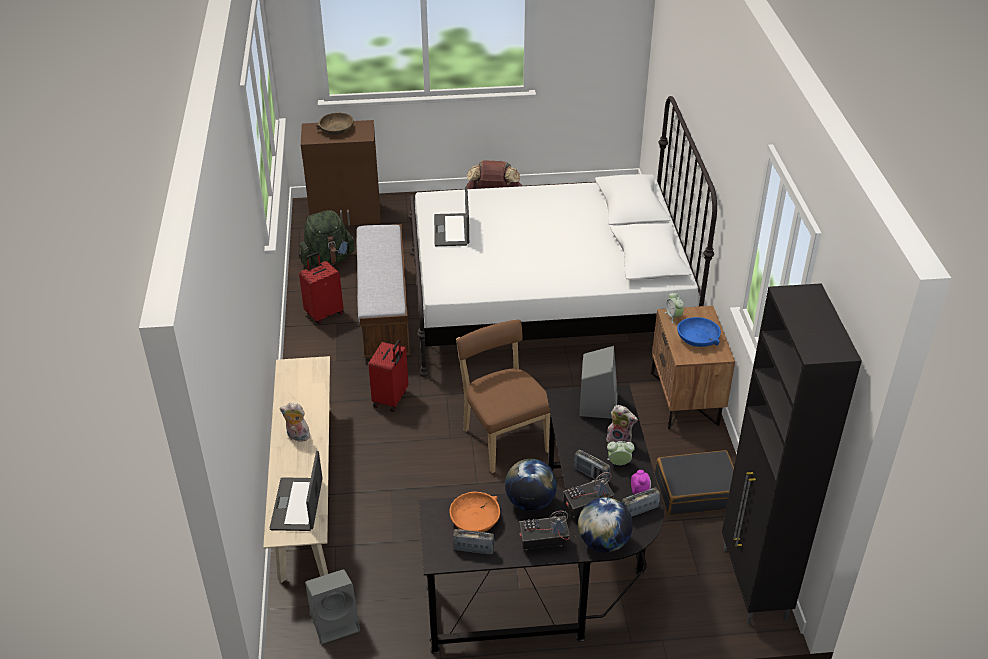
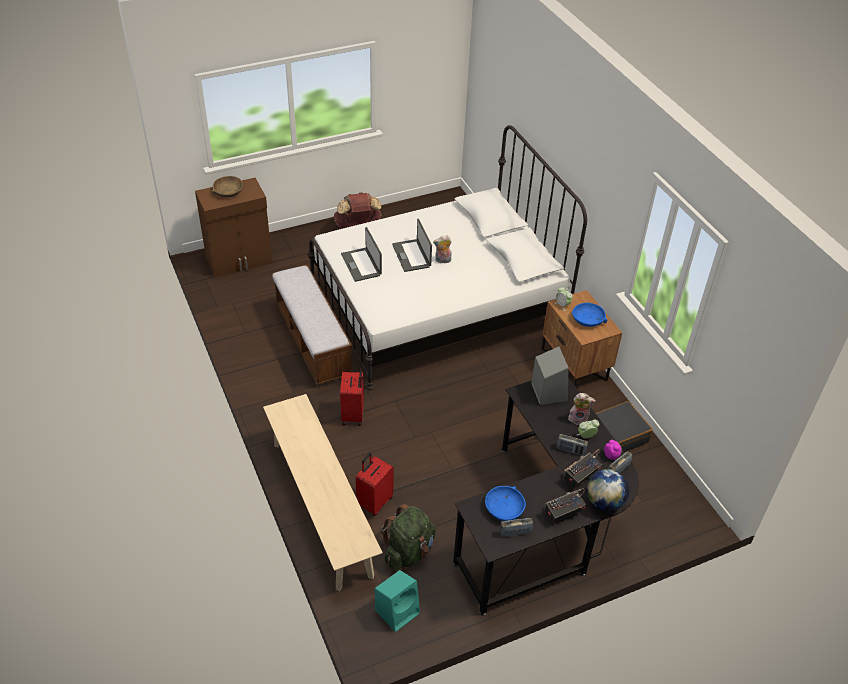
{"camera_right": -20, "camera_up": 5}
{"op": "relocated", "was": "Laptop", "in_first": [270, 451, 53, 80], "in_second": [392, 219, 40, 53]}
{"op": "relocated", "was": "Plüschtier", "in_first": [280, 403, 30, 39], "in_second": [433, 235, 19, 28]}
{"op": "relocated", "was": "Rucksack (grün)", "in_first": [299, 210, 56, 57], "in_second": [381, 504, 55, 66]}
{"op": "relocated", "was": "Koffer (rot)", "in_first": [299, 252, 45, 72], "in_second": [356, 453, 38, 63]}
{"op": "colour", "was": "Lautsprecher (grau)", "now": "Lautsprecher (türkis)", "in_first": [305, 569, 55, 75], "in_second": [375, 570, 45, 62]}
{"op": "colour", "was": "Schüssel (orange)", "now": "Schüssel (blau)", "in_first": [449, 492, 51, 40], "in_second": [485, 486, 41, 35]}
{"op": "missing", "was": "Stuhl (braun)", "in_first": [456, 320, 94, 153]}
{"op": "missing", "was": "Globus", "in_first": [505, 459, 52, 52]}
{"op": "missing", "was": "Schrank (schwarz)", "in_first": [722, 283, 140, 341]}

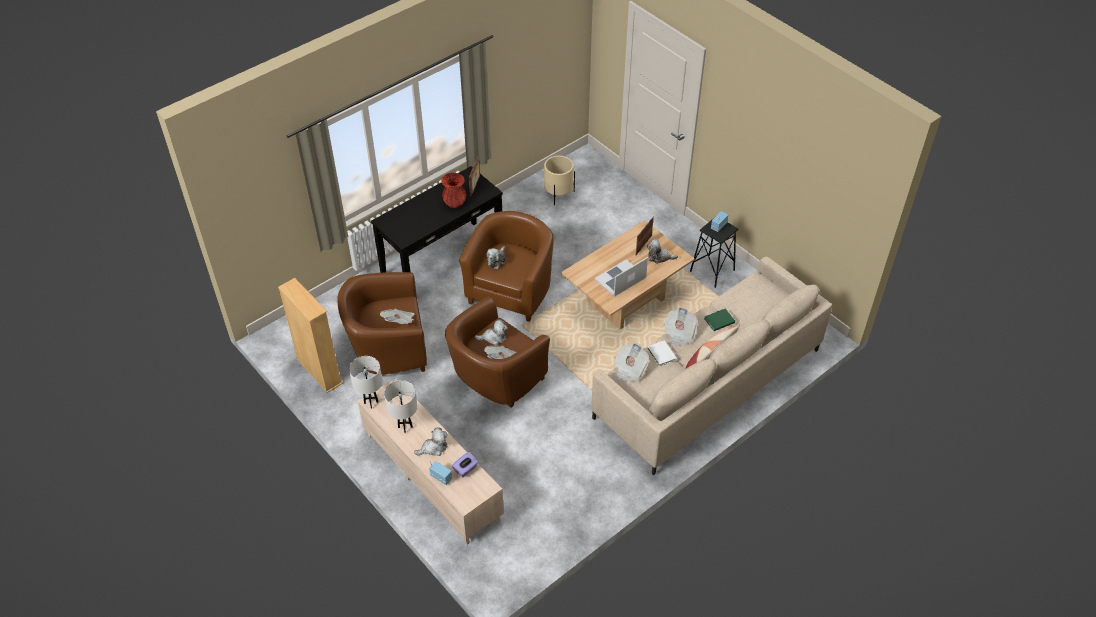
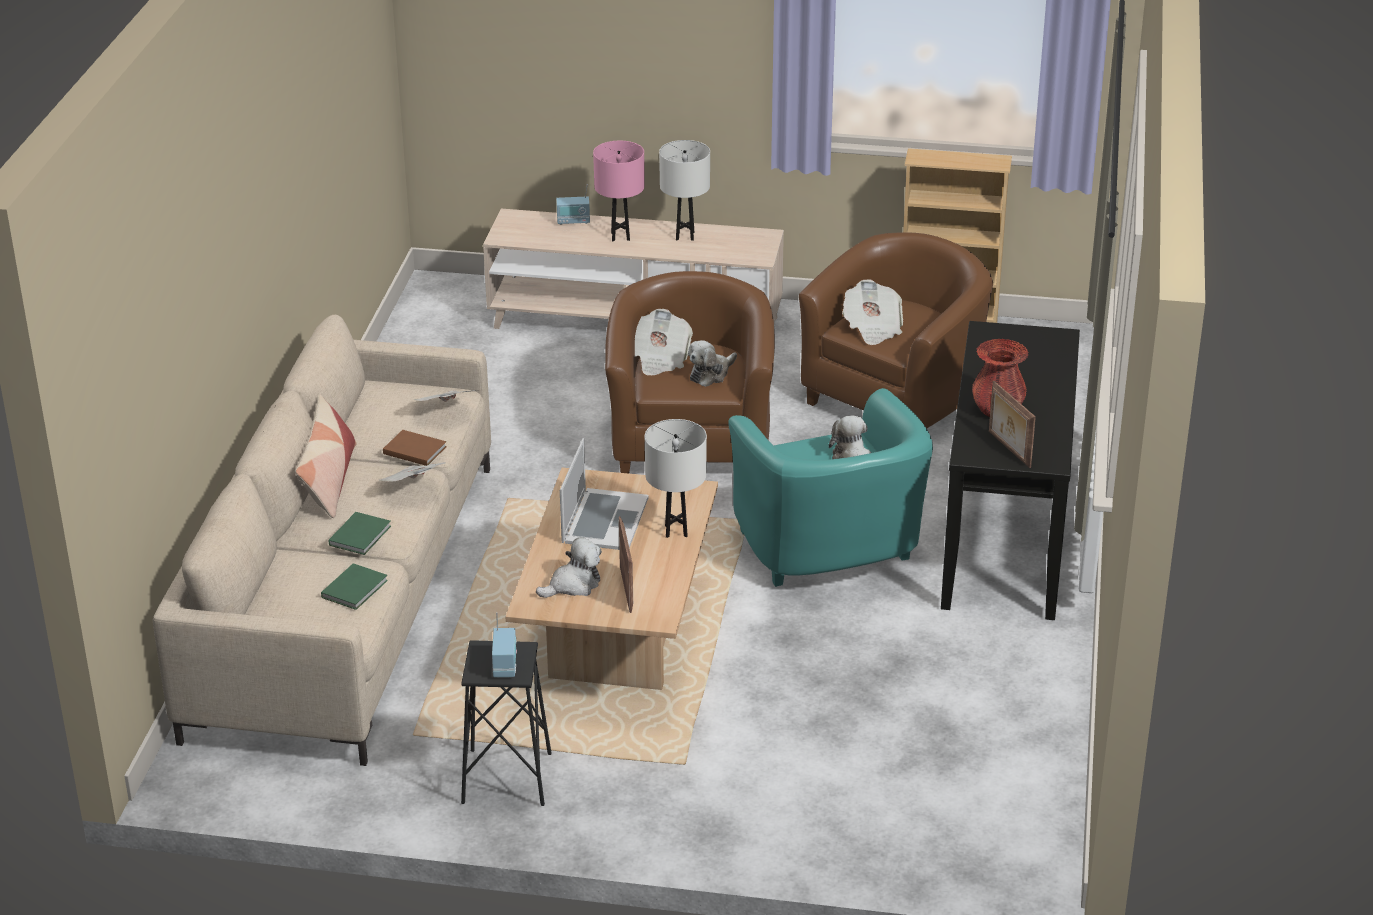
{"camera_right": 140, "camera_up": -15}
{"op": "relocated", "was": "Tischlampe (weiß)", "in_first": [349, 356, 33, 52], "in_second": [645, 419, 62, 119]}
{"op": "exchanged", "was": "Plüschtier", "now": "Tischlampe (rosa)", "in_first": [414, 427, 34, 29], "in_second": [593, 141, 52, 100]}
{"op": "missing", "was": "Taschentuchbox (lila)", "in_first": [452, 452, 26, 25]}
{"op": "colour", "was": "Sessel (braun)", "now": "Sessel (türkis)", "in_first": [459, 211, 95, 111], "in_second": [728, 388, 205, 199]}
{"op": "missing", "was": "Pflanzkübel (beige)", "in_first": [544, 156, 31, 49]}
{"op": "colour", "was": "Buch (weiß)", "now": "Buch (braun)", "in_first": [648, 340, 29, 26], "in_second": [383, 430, 64, 36]}
{"op": "appeared", "now": "Buch (grün)", "in_second": [321, 563, 67, 47]}

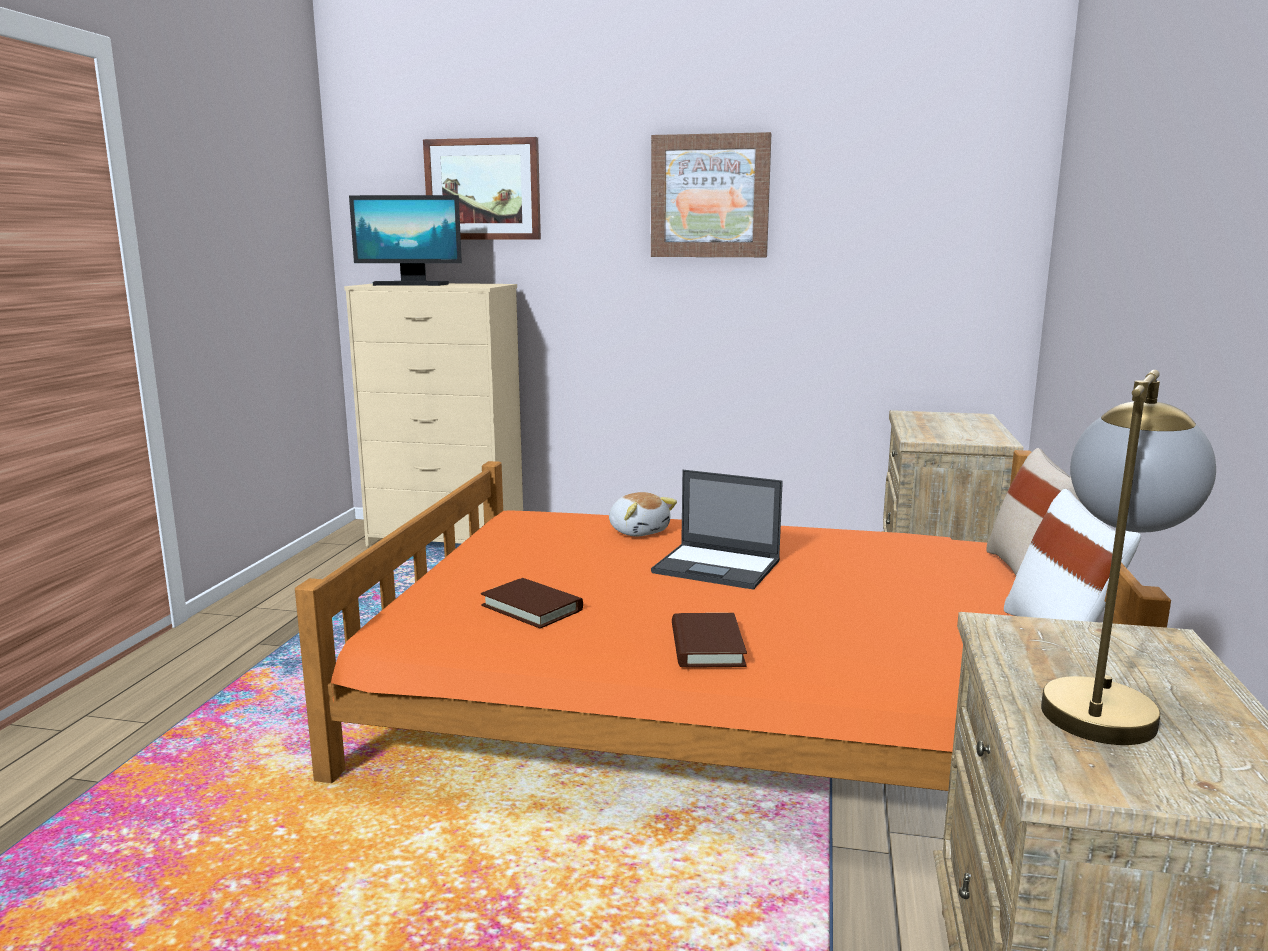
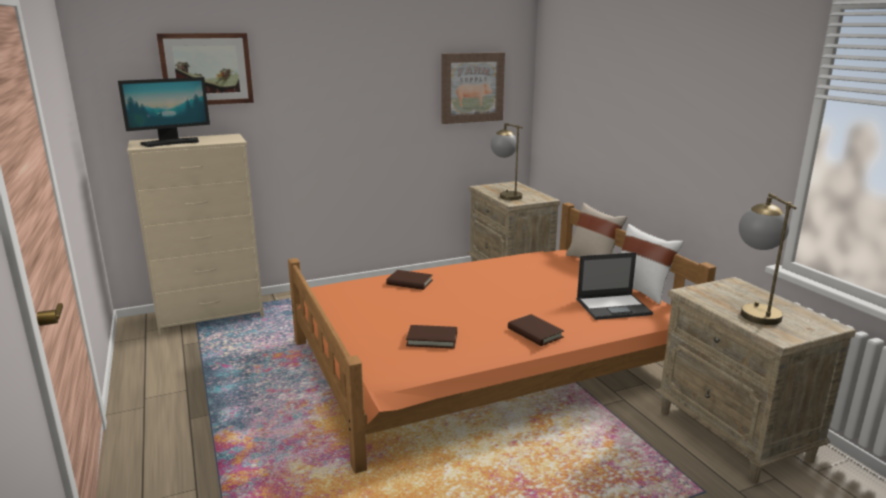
{"camera_right": -35, "camera_up": 5}
{"op": "exchanged", "was": "Plüschtier", "now": "Buch (braun)", "in_first": [609, 492, 68, 44], "in_second": [386, 270, 47, 20]}
{"op": "relocated", "was": "Bild", "in_first": [651, 132, 120, 125], "in_second": [441, 52, 64, 72]}
{"op": "relocated", "was": "Laptop", "in_first": [651, 470, 132, 120], "in_second": [577, 252, 76, 68]}
{"op": "appeared", "now": "Tischlampe", "in_second": [491, 123, 32, 77]}

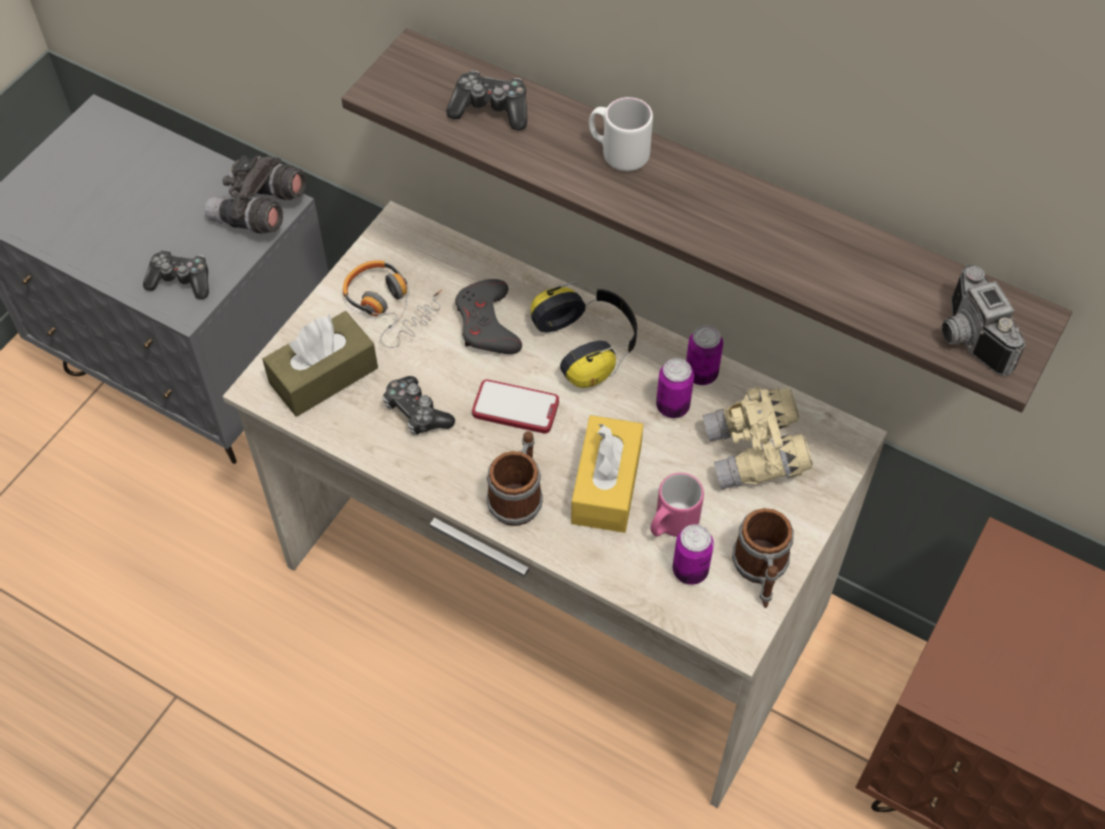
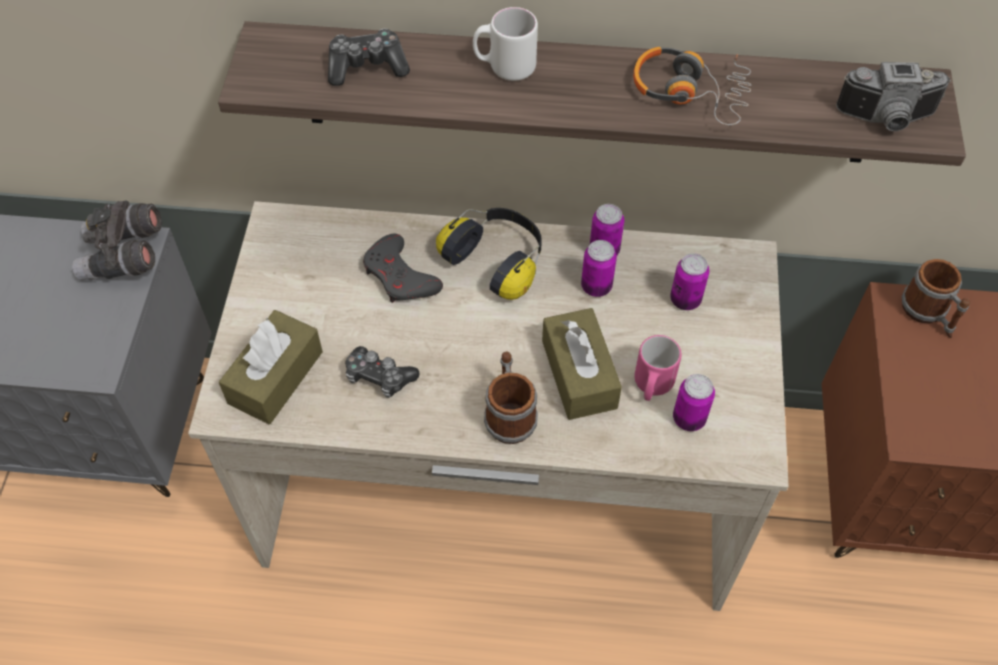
{"camera_right": -25, "camera_up": 0}
{"op": "missing", "was": "Gamepad", "in_first": [143, 250, 66, 49]}
{"op": "relocated", "was": "Kopfhörer", "in_first": [343, 260, 99, 88], "in_second": [633, 47, 118, 78]}
{"op": "missing", "was": "Handy", "in_first": [472, 379, 87, 55]}
{"op": "colour", "was": "Taschentuchbox (gelb)", "now": "Taschentuchbox (braun)", "in_first": [571, 415, 72, 118], "in_second": [542, 308, 80, 112]}
{"op": "exchanged", "was": "Fernglas (beige)", "now": "Dose", "in_first": [703, 386, 110, 103], "in_second": [670, 253, 39, 57]}
{"op": "relocated", "was": "Henkelbecher", "in_first": [732, 508, 62, 100], "in_second": [902, 259, 68, 79]}
{"op": "spun", "was": "Kamera", "in_first": [942, 264, 83, 112], "in_second": [836, 62, 115, 69], "clockwise": -45}

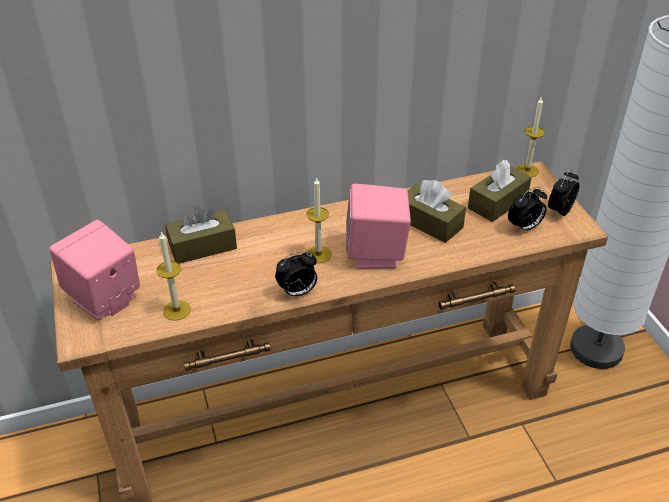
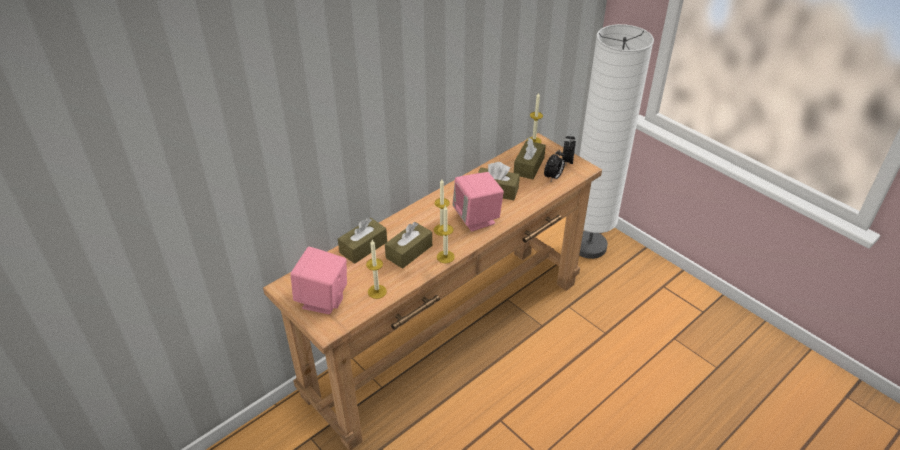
{"camera_right": -25, "camera_up": 0}
{"op": "exchanged", "was": "Wecker", "now": "Kerze", "in_first": [275, 251, 42, 47], "in_second": [437, 205, 18, 58]}
{"op": "appeared", "now": "Taschentuchbox (braun)", "in_second": [385, 222, 47, 47]}

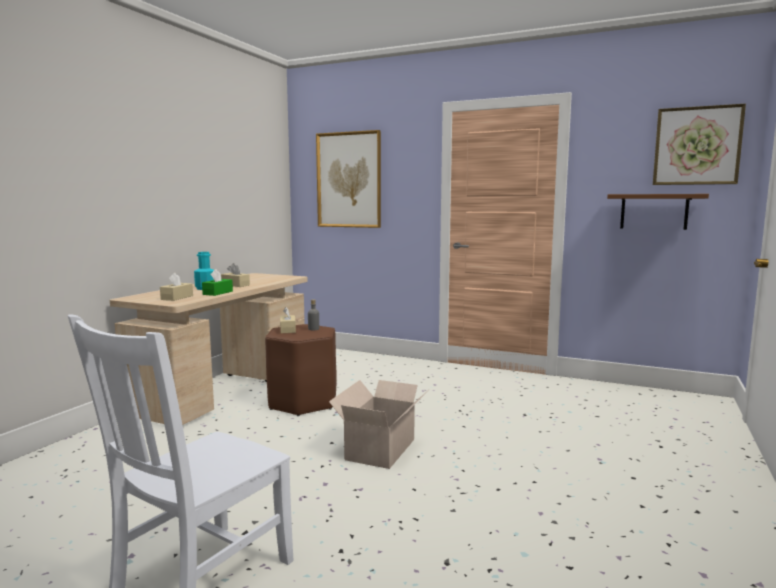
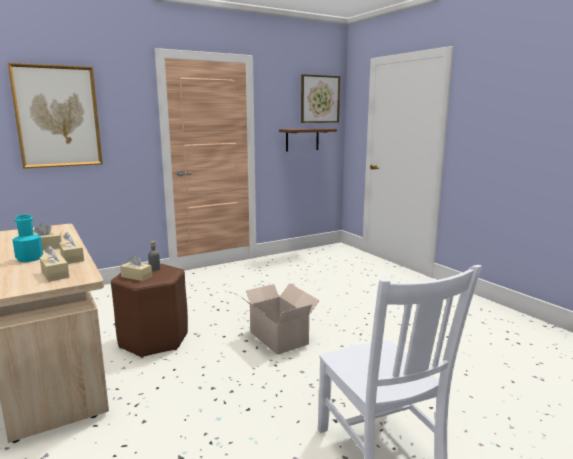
{"camera_right": -55, "camera_up": 5}
{"op": "colour", "was": "Taschentuchbox (grün)", "now": "Taschentuchbox (beige)", "in_first": [202, 269, 31, 27], "in_second": [59, 232, 25, 32]}

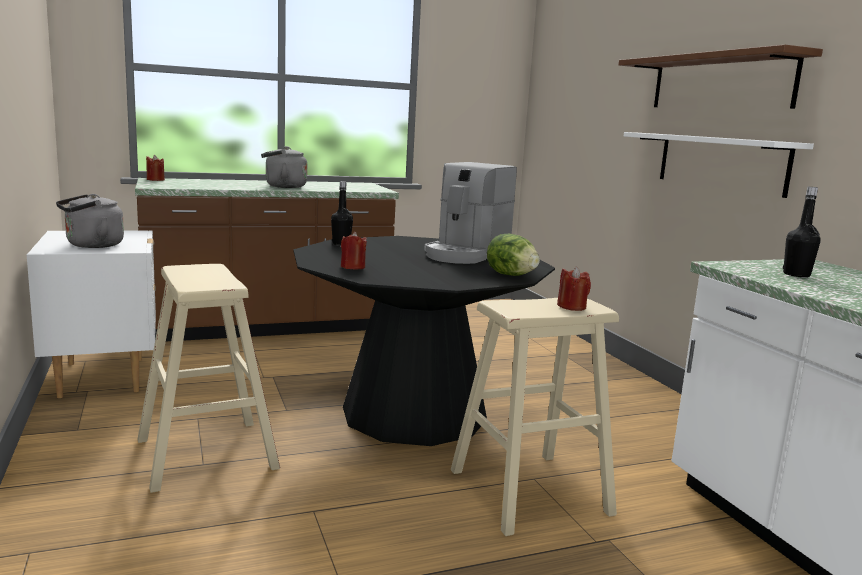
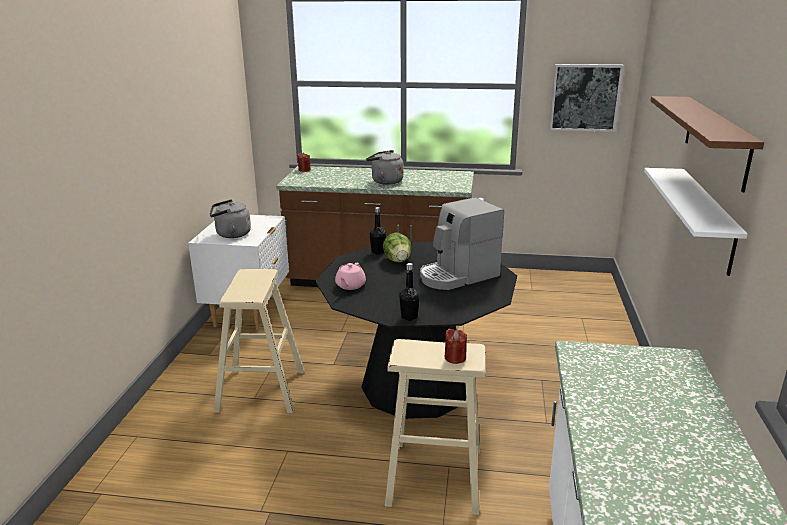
{"camera_right": 30, "camera_up": 10}
{"op": "exchanged", "was": "Kerze (rot)", "now": "Teekanne (rosa)", "in_first": [341, 232, 26, 37], "in_second": [335, 263, 31, 27]}
{"op": "relocated", "was": "Salatkopf", "in_first": [487, 234, 53, 42], "in_second": [383, 232, 28, 30]}
{"op": "relocated", "was": "Flasche (schwarz)", "in_first": [783, 187, 37, 90], "in_second": [399, 263, 21, 58]}
{"op": "appeared", "now": "Bild", "in_second": [549, 64, 75, 68]}

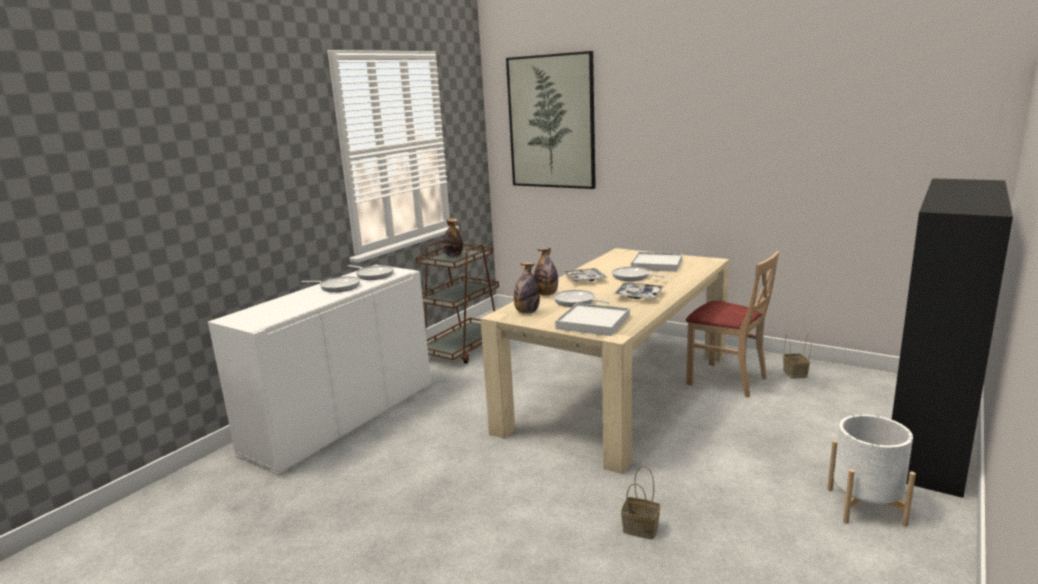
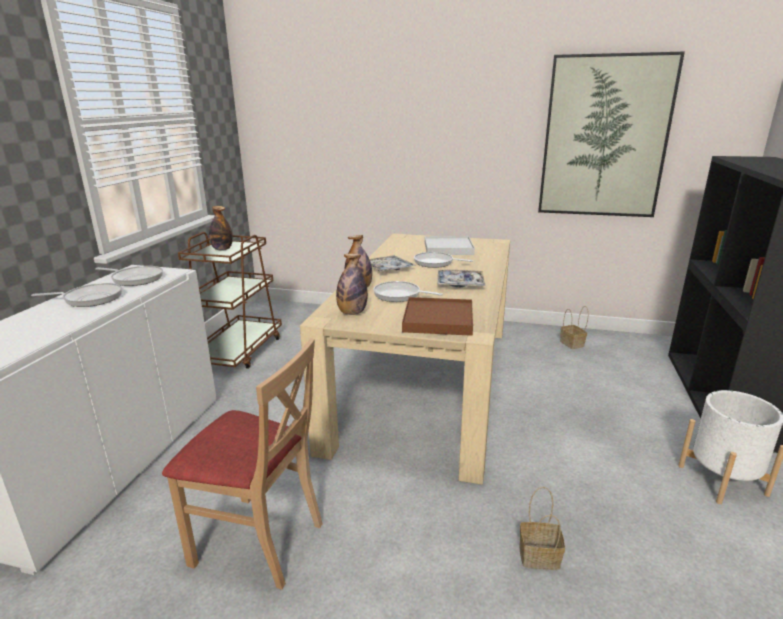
{"camera_right": -20, "camera_up": 5}
{"op": "relocated", "was": "Bild", "in_first": [506, 51, 90, 138], "in_second": [538, 52, 147, 165]}
{"op": "colour", "was": "Tablett (weiß)", "now": "Tablett (braun)", "in_first": [555, 303, 75, 33], "in_second": [402, 297, 71, 39]}
{"op": "relocated", "was": "Stuhl (beige)", "in_first": [686, 251, 93, 147], "in_second": [162, 338, 161, 252]}

